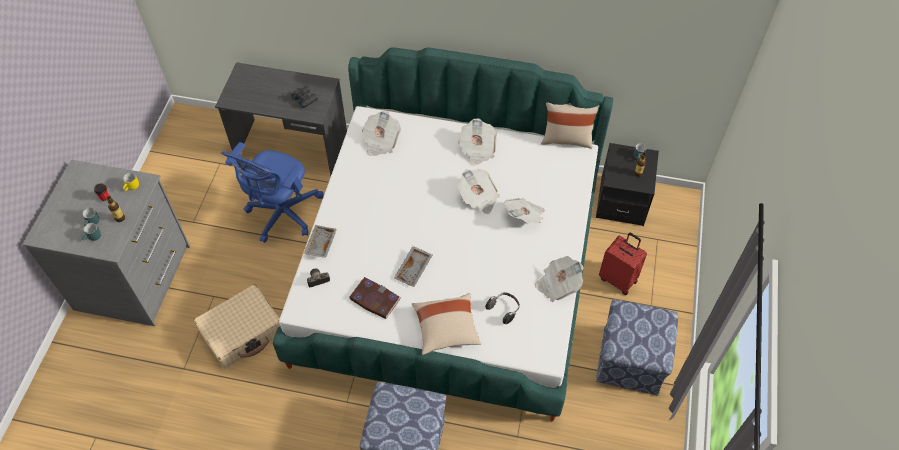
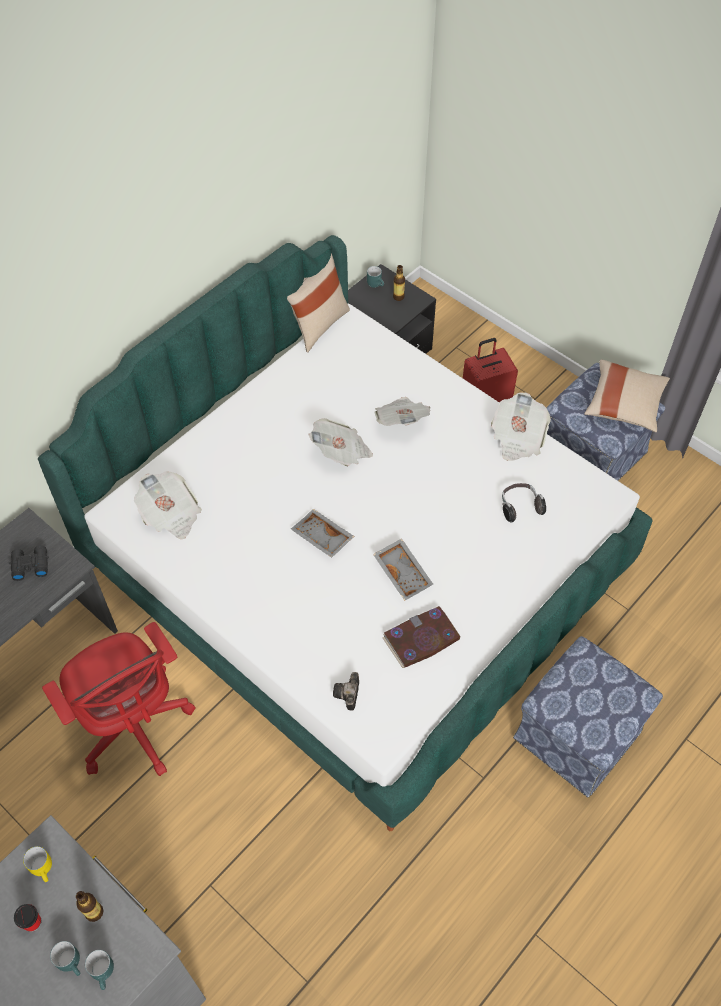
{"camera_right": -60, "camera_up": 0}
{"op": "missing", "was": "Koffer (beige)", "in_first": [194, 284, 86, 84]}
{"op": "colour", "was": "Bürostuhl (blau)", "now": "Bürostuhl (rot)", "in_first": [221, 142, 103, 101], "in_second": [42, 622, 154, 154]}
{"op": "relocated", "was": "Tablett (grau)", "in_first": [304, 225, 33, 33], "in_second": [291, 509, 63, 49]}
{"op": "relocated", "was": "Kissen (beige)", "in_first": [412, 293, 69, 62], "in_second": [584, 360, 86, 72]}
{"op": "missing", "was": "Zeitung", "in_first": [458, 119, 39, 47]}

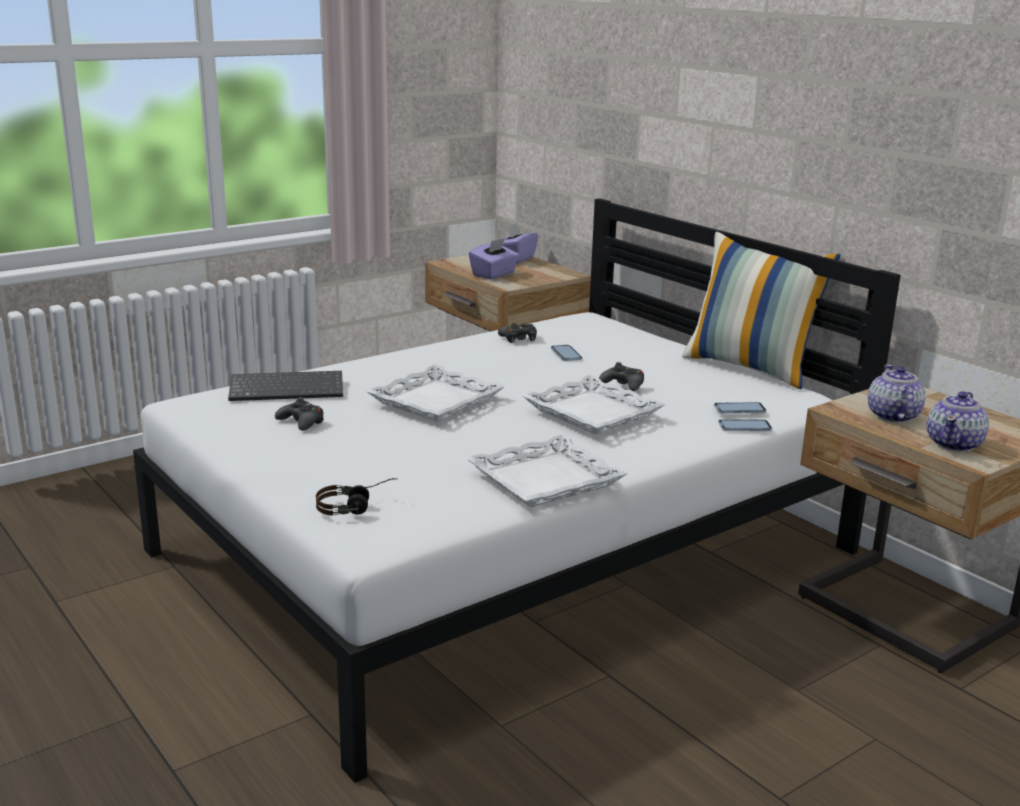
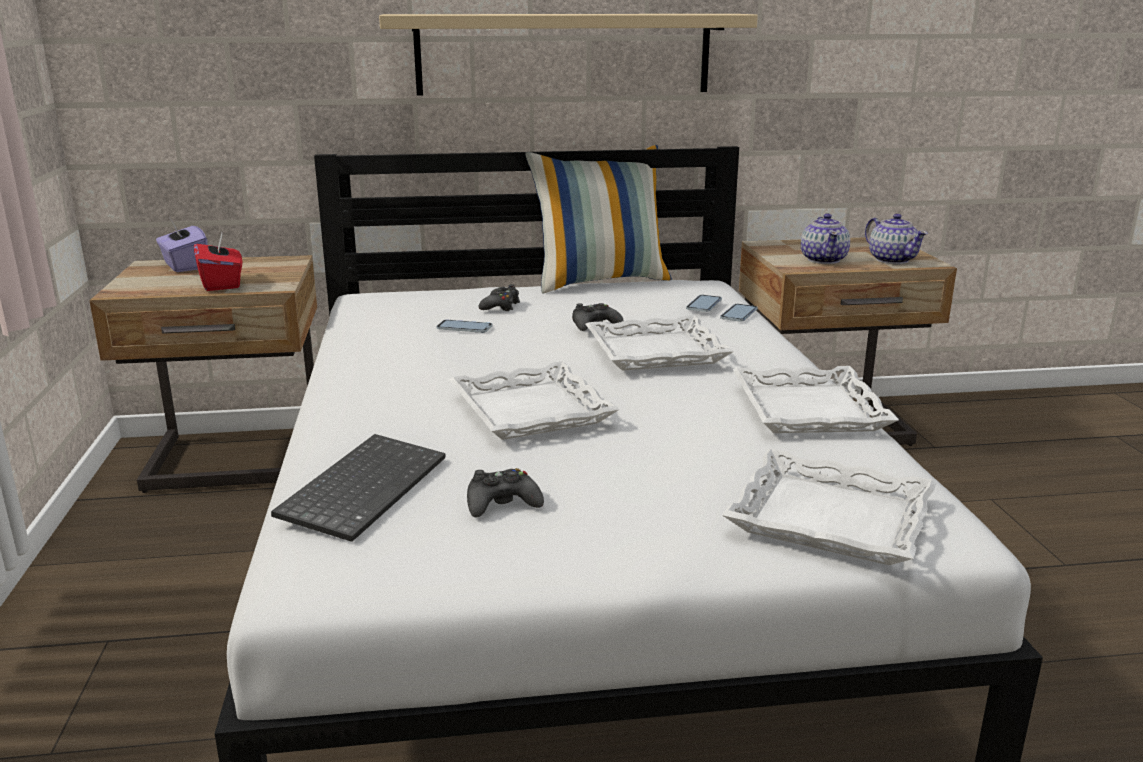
{"camera_right": -60, "camera_up": 0}
{"op": "exchanged", "was": "Kopfhörer", "now": "Tablett (weiß)", "in_first": [316, 478, 80, 37], "in_second": [722, 449, 214, 116]}
{"op": "colour", "was": "Taschentuchbox (lila)", "now": "Taschentuchbox (rot)", "in_first": [469, 238, 50, 41], "in_second": [194, 230, 49, 61]}
{"op": "relocated", "was": "Gamepad (schwarz)", "in_first": [498, 323, 39, 20], "in_second": [479, 284, 41, 27]}
{"op": "spun", "was": "Teekanne", "in_first": [868, 364, 58, 59], "in_second": [801, 213, 49, 51], "clockwise": -120}
{"op": "appeared", "now": "Wandregal (beige)", "in_second": [379, 14, 379, 81]}

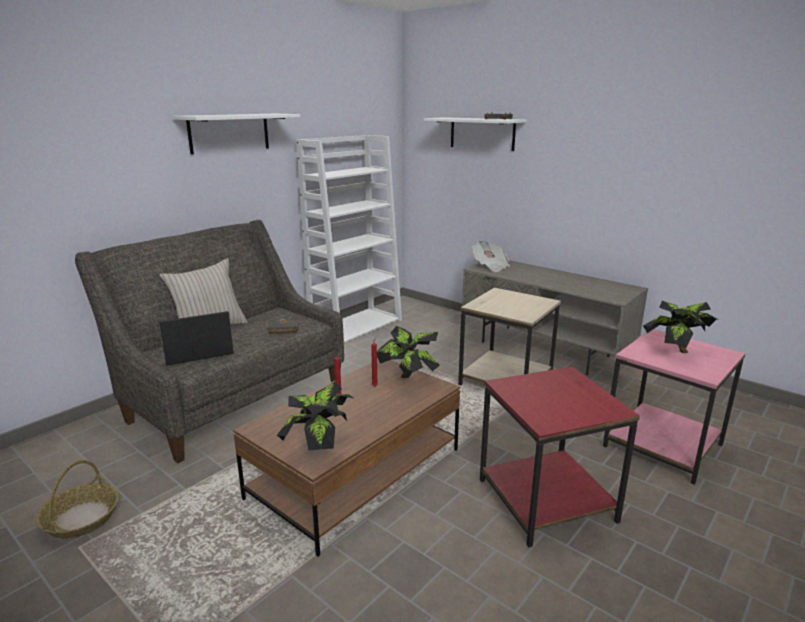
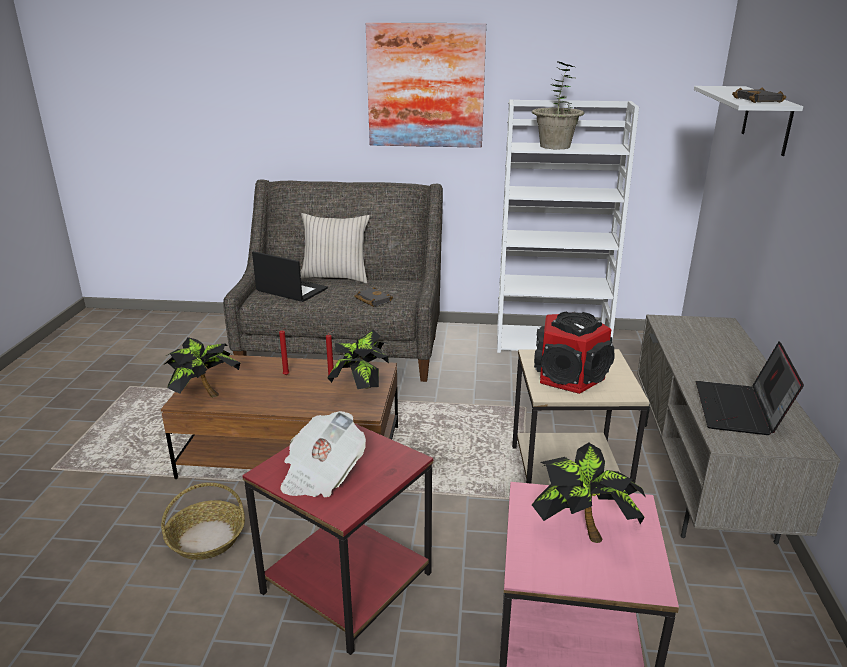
{"camera_right": 55, "camera_up": 5}
{"op": "relocated", "was": "Korb", "in_first": [36, 460, 83, 78], "in_second": [161, 483, 84, 77]}
{"op": "exchanged", "was": "Wandregal (weiß)", "now": "Bild", "in_first": [172, 114, 128, 40], "in_second": [366, 23, 120, 125]}
{"op": "relocated", "was": "Zeitung", "in_first": [472, 241, 38, 31], "in_second": [280, 411, 86, 87]}
{"op": "appeared", "now": "Topfpflanze", "in_second": [532, 62, 52, 87]}
{"op": "appeared", "now": "Lautsprecher", "in_second": [534, 311, 80, 83]}
{"op": "appeared", "now": "Laptop", "in_second": [696, 341, 108, 94]}

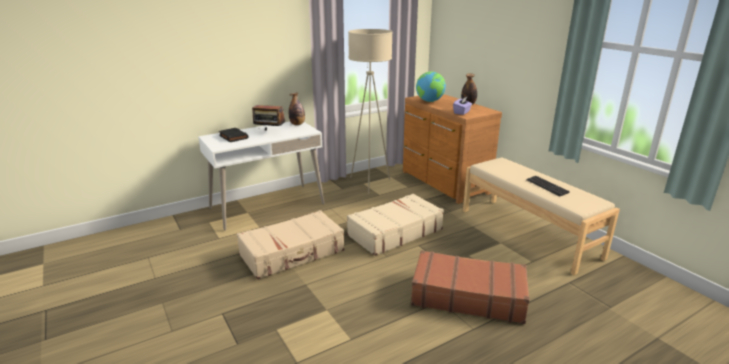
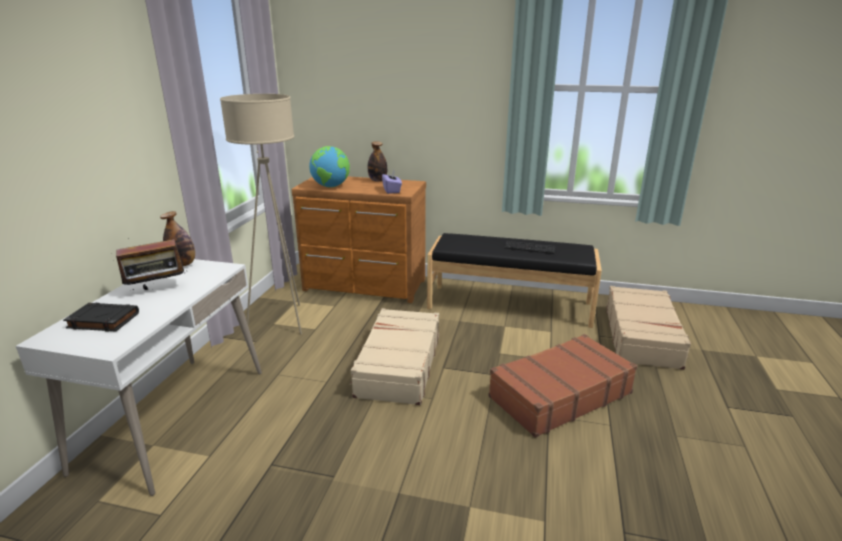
{"camera_right": -45, "camera_up": 0}
{"op": "relocated", "was": "Koffer (beige)", "in_first": [237, 210, 107, 69], "in_second": [606, 286, 85, 84]}
{"op": "colour", "was": "Bank (beige)", "now": "Bank (schwarz)", "in_first": [463, 157, 157, 118], "in_second": [427, 233, 175, 95]}

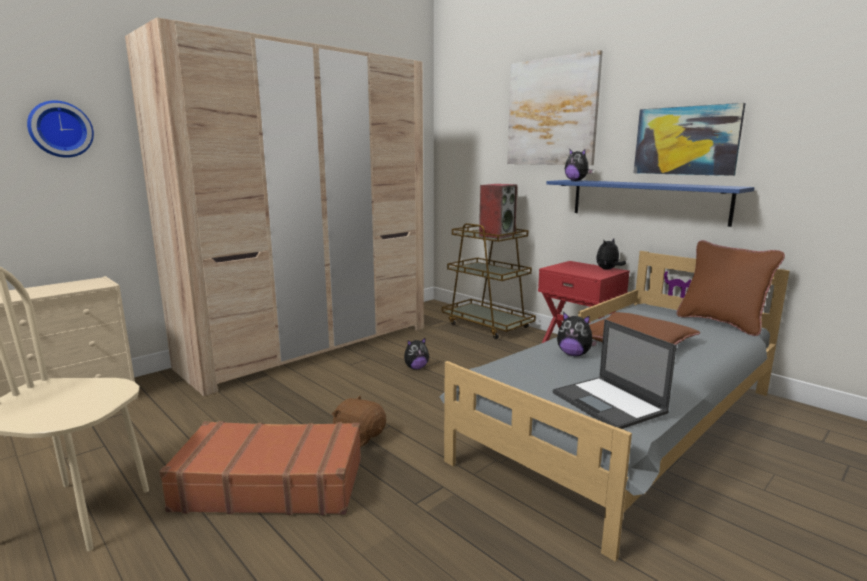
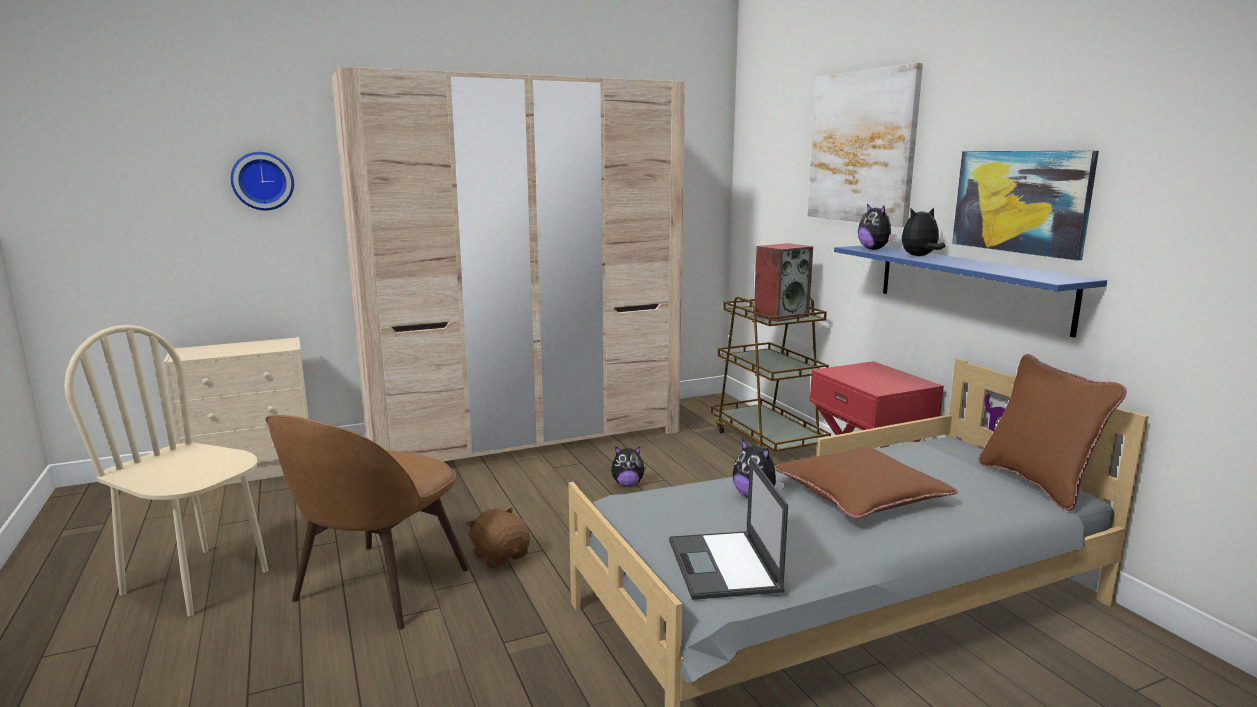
{"camera_right": 20, "camera_up": 0}
{"op": "exchanged", "was": "Koffer (braun)", "now": "Stuhl (braun)", "in_first": [159, 421, 202, 95], "in_second": [266, 415, 203, 215]}
{"op": "relocated", "was": "Plüschtier", "in_first": [596, 238, 30, 31], "in_second": [902, 207, 43, 49]}

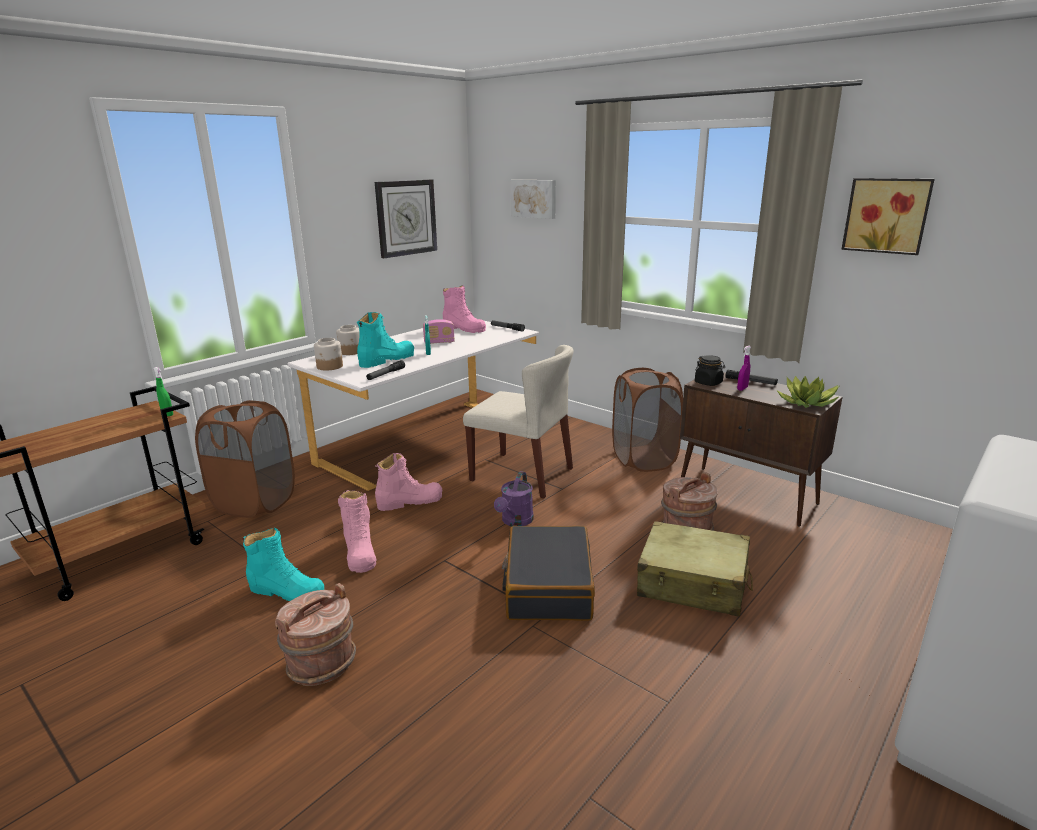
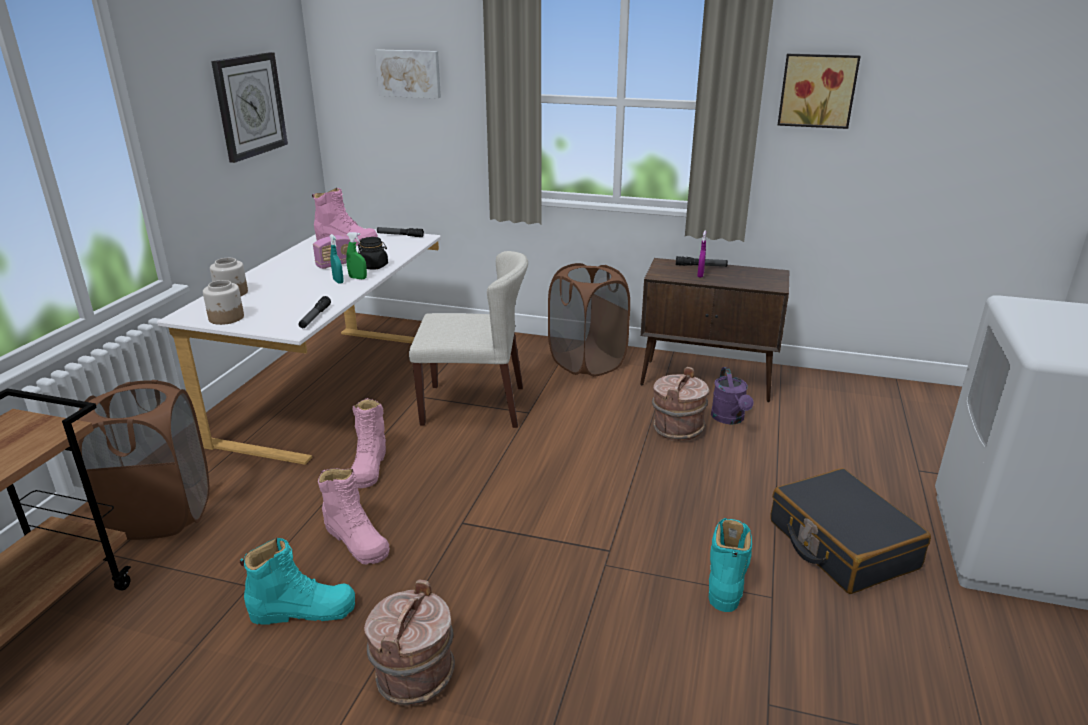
{"camera_right": -25, "camera_up": 5}
{"op": "relocated", "was": "Sprühflasche (grün)", "in_first": [154, 367, 19, 49], "in_second": [346, 232, 21, 47]}
{"op": "relocated", "was": "Stiefel (türkis)", "in_first": [357, 312, 57, 56], "in_second": [709, 518, 43, 94]}
{"op": "spun", "was": "Stiefel (rosa)", "in_first": [375, 453, 67, 58], "in_second": [351, 398, 35, 90], "clockwise": 135}
{"op": "relocated", "was": "Gießkanne (lila)", "in_first": [494, 471, 40, 55], "in_second": [711, 367, 43, 57]}
{"op": "relocated", "was": "Koffer (schwarz)", "in_first": [502, 526, 93, 95], "in_second": [770, 468, 161, 126]}
{"op": "missing", "was": "Koffer (beige)", "in_first": [637, 521, 116, 96]}
{"op": "relocated", "was": "Vorratsglas (schwarz)", "in_first": [695, 355, 30, 31], "in_second": [358, 237, 30, 33]}
{"op": "missing", "was": "Topfpflanze", "in_first": [777, 376, 62, 32]}

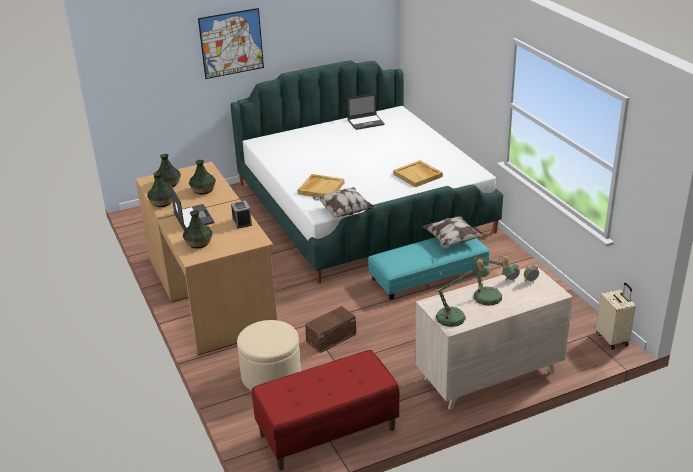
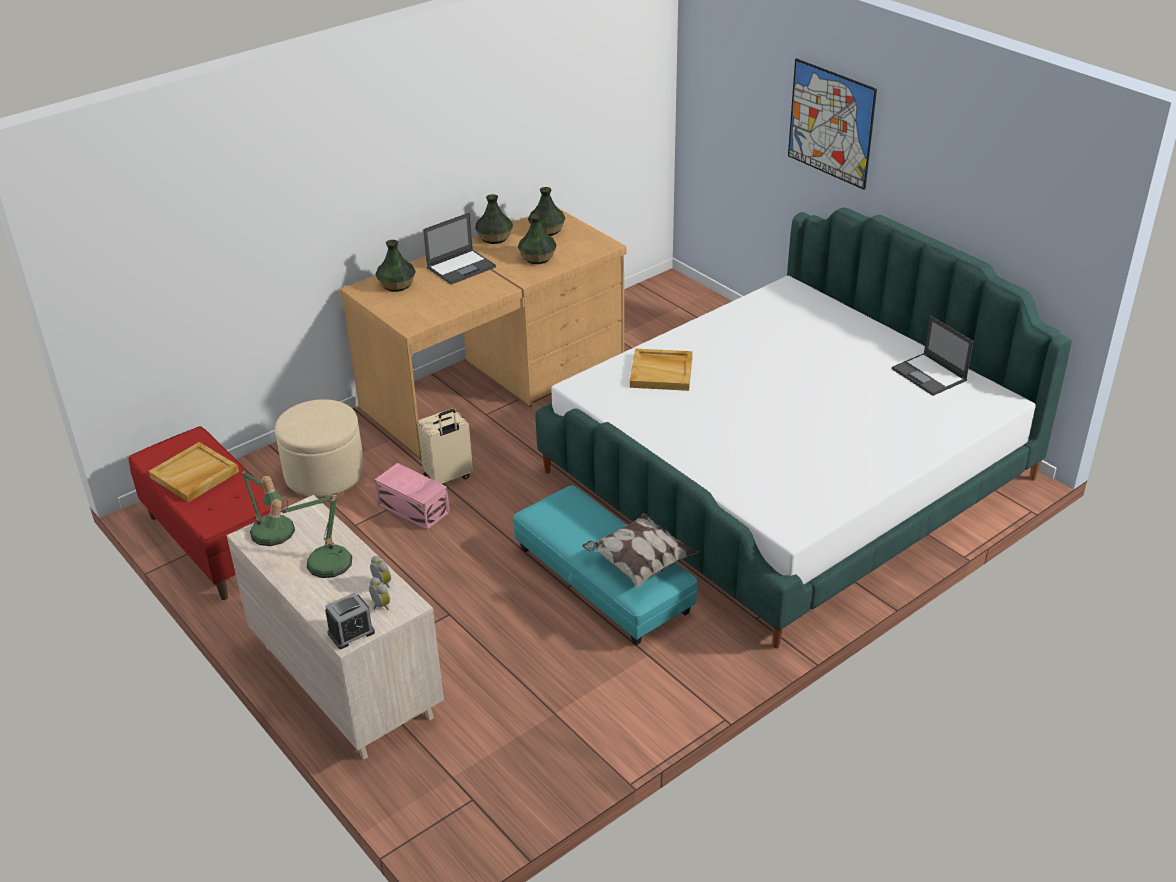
{"camera_right": 75, "camera_up": 5}
{"op": "relocated", "was": "Wecker", "in_first": [231, 200, 21, 29], "in_second": [325, 592, 50, 57]}
{"op": "colour", "was": "Aufbewahrungsbox (braun)", "now": "Aufbewahrungsbox (rosa)", "in_first": [305, 306, 51, 47], "in_second": [374, 463, 76, 67]}
{"op": "missing", "was": "Kissen", "in_first": [313, 187, 62, 31]}
{"op": "relocated", "was": "Tablett (beige)", "in_first": [393, 160, 50, 28], "in_second": [148, 442, 91, 60]}
{"op": "relocated", "was": "Koffer (beige)", "in_first": [596, 283, 40, 66], "in_second": [417, 408, 56, 76]}

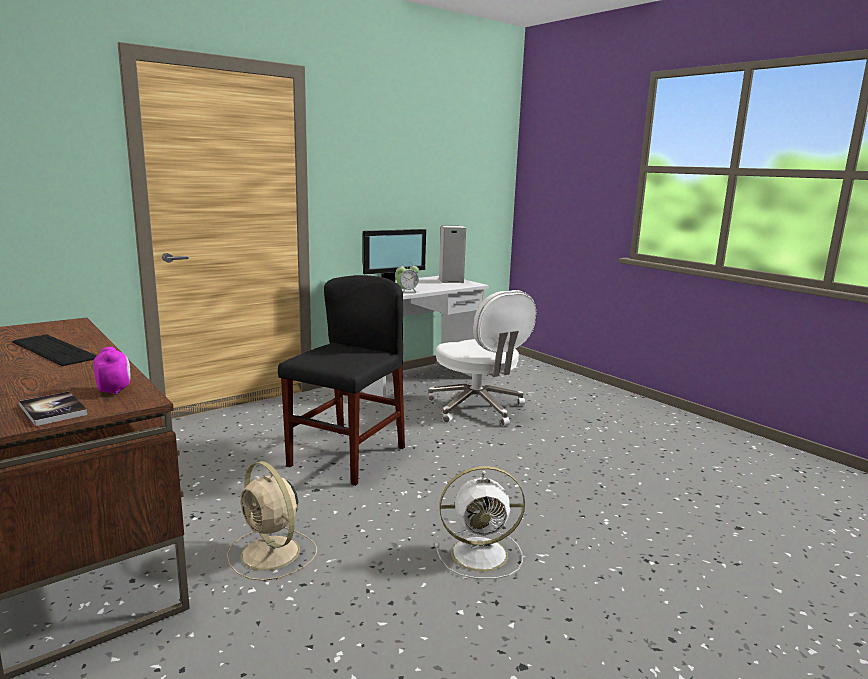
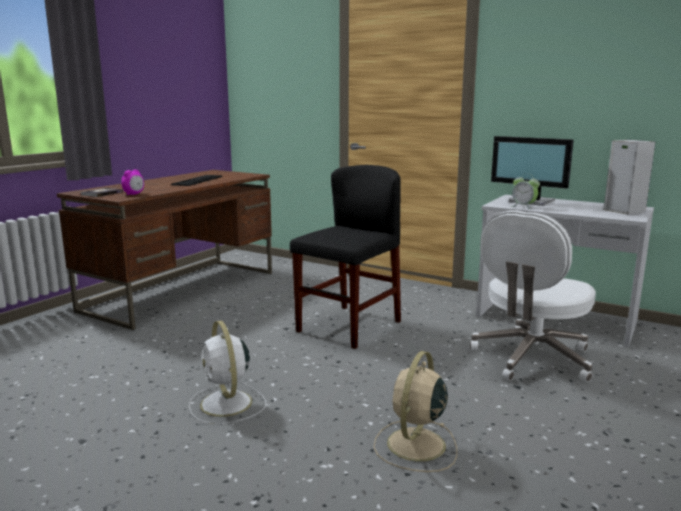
{"camera_right": 70, "camera_up": 0}
{"op": "relocated", "was": "Ventilator (beige)", "in_first": [227, 461, 90, 120], "in_second": [374, 351, 83, 121]}
{"op": "spun", "was": "Stuhl (schwarz)", "in_first": [278, 275, 127, 211], "in_second": [290, 165, 111, 184], "clockwise": -60}

